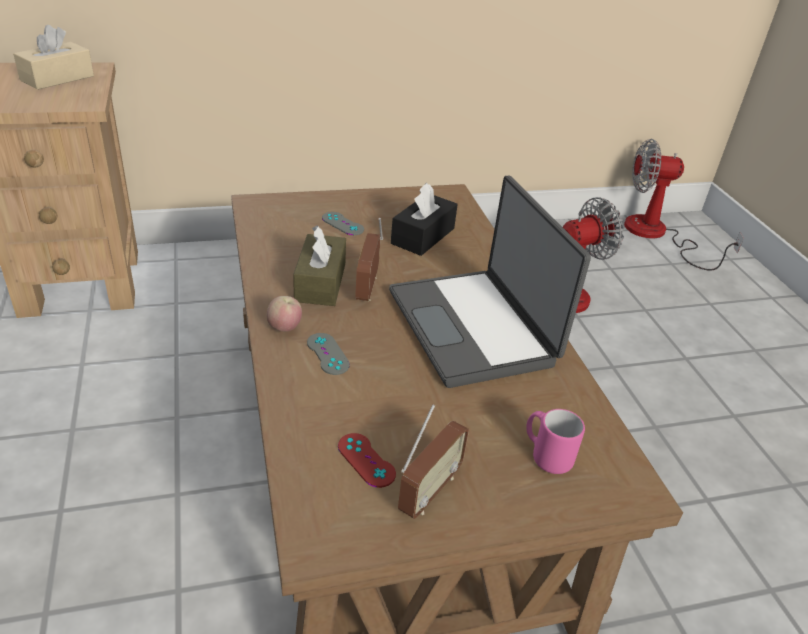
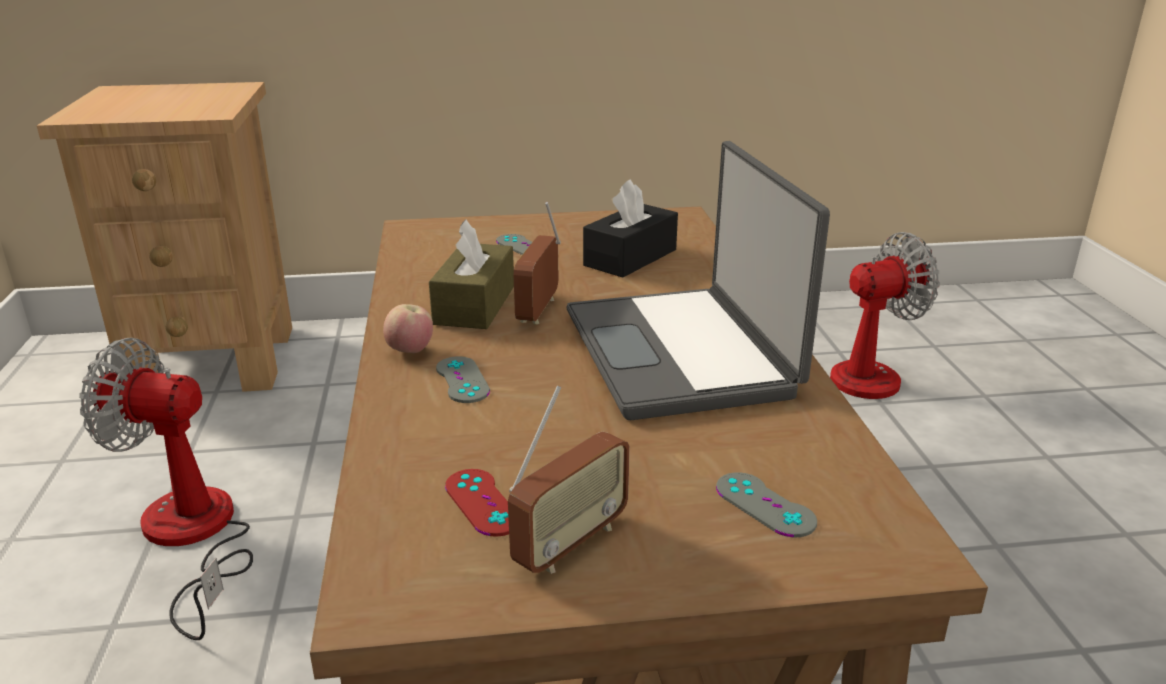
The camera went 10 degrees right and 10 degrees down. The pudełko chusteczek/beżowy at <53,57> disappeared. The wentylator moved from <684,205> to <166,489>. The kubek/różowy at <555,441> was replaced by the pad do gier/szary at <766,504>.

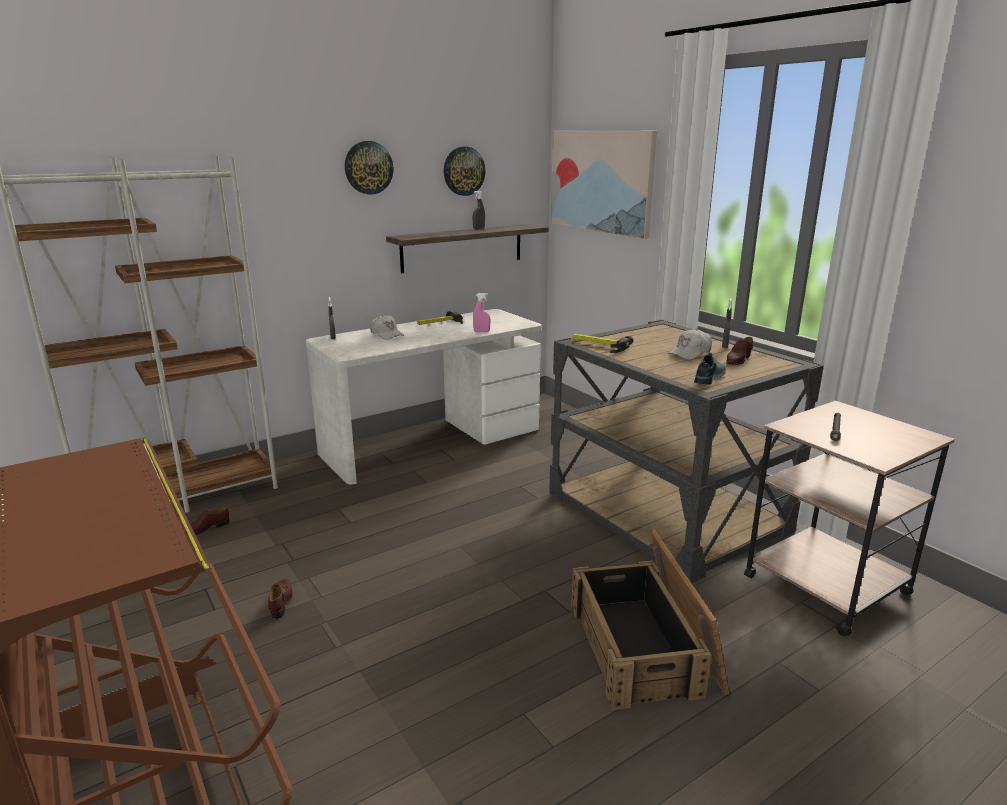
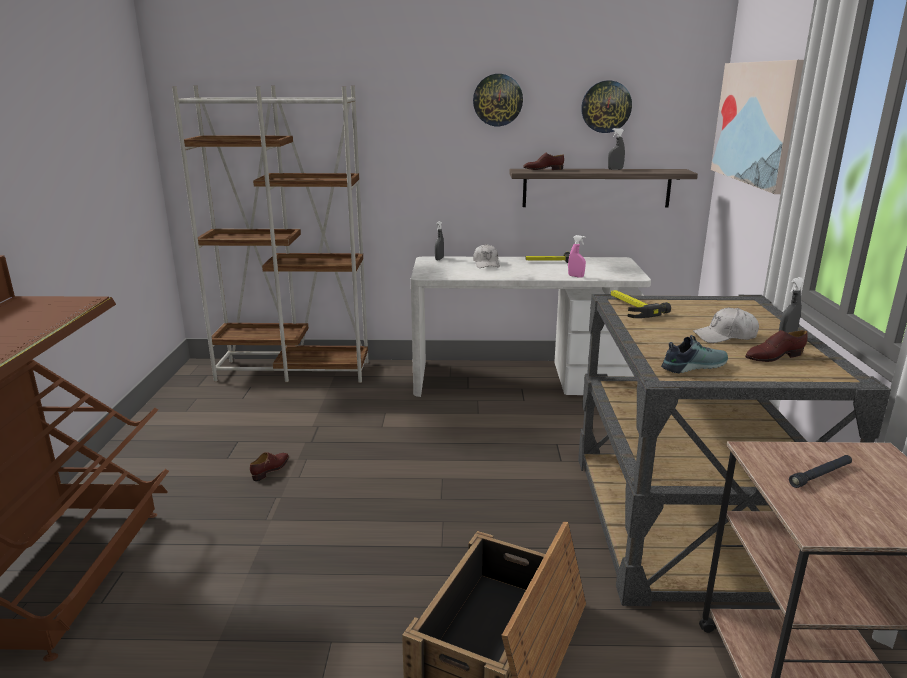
The camera went 35 degrees right and 0 degrees up. The but/brązowy moved from <206,521> to <543,161>.

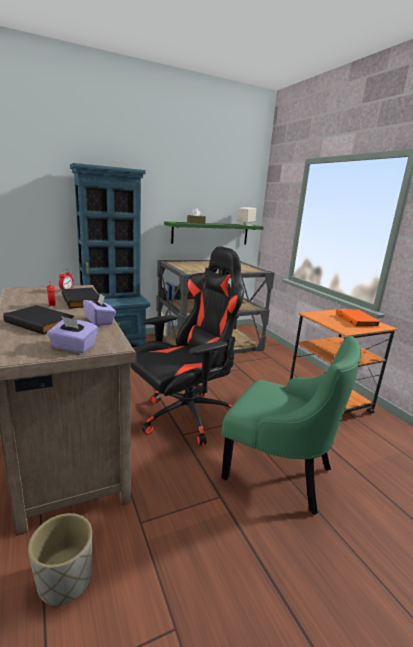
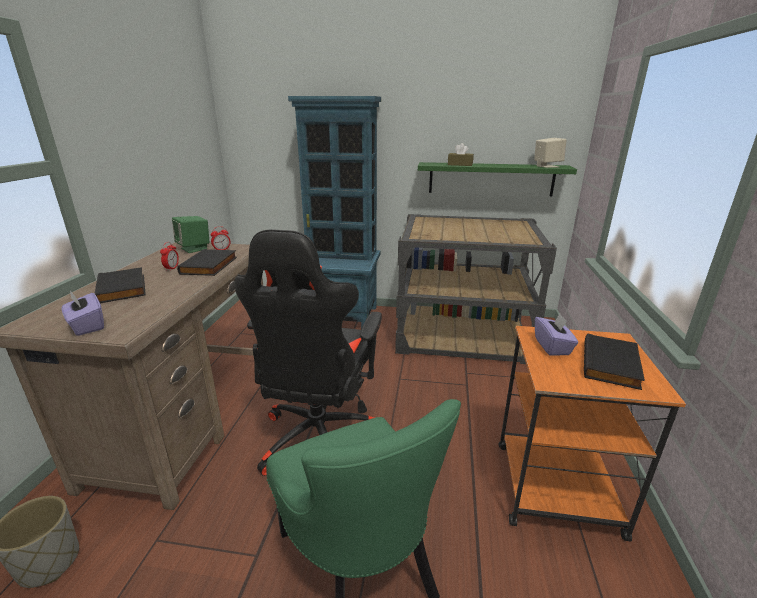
The camera went 35 degrees right and 5 degrees up. The krzesło biurowe/czarny at <187,345> turned 105 degrees clockwise. The pudełko chusteczek/fioletowy moved from <99,309> to <556,334>. The książka/pomarańczowy at <358,318> became the książka/czarny at <614,362>. The głośnik/zielony at <190,234> appeared.

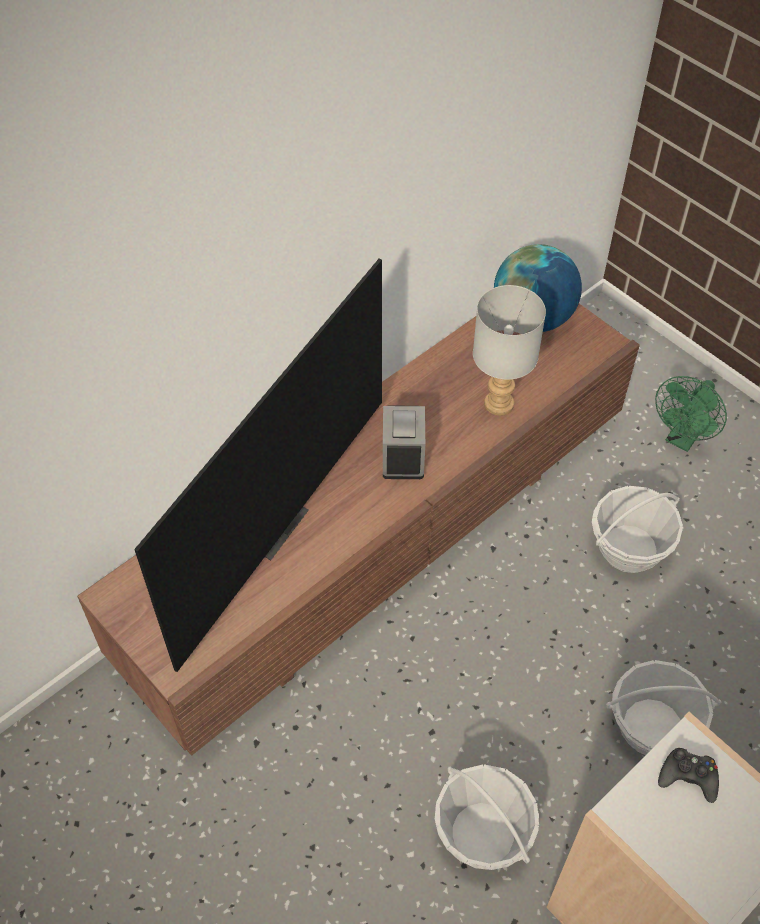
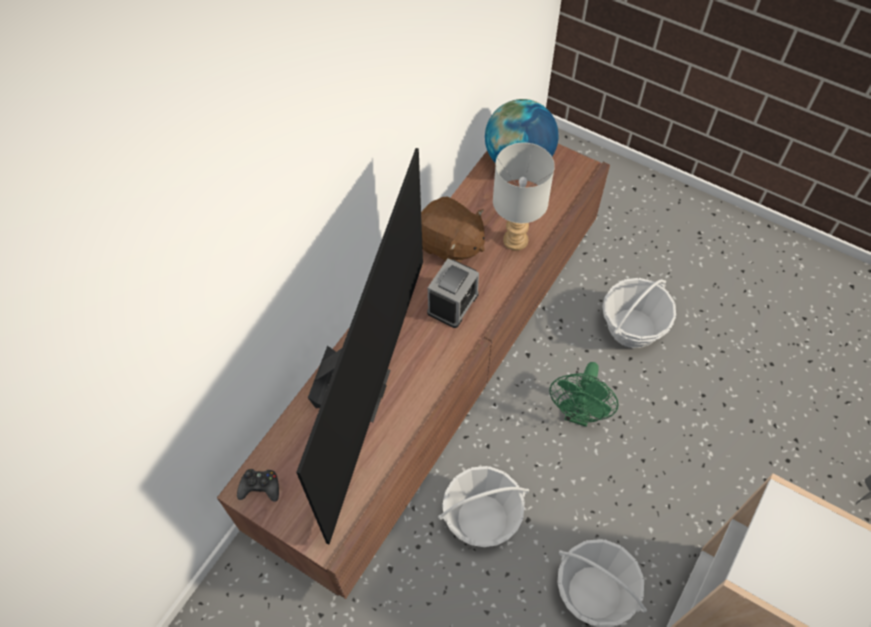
The camera went 15 degrees left and 5 degrees up. The wentylator/zielony moved from <691,414> to <584,394>. The budzik at <404,442> turned 45 degrees clockwise. The koszyk moved from <663,707> to <483,506>. The pad do gier/czarny moved from <688,775> to <258,485>. The pluszak/brązowy at <453,230> appeared.

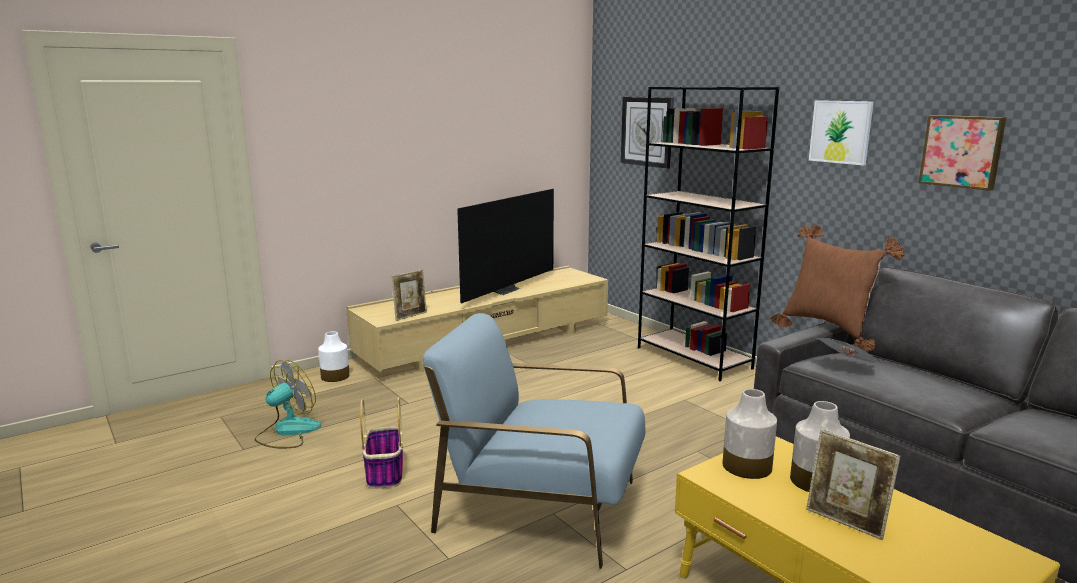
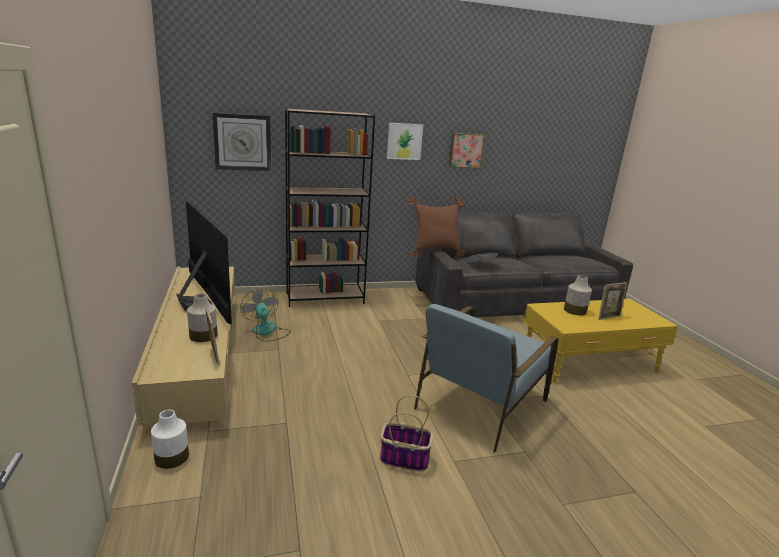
The camera went 70 degrees left and 5 degrees up. The wentylator moved from <288,404> to <265,315>. The wazon/beżowy moved from <749,434> to <202,318>.

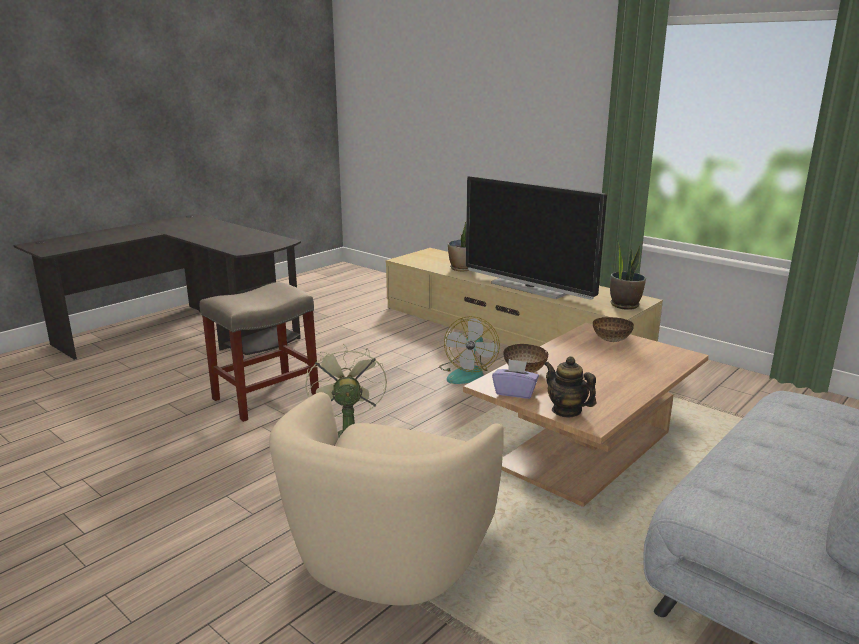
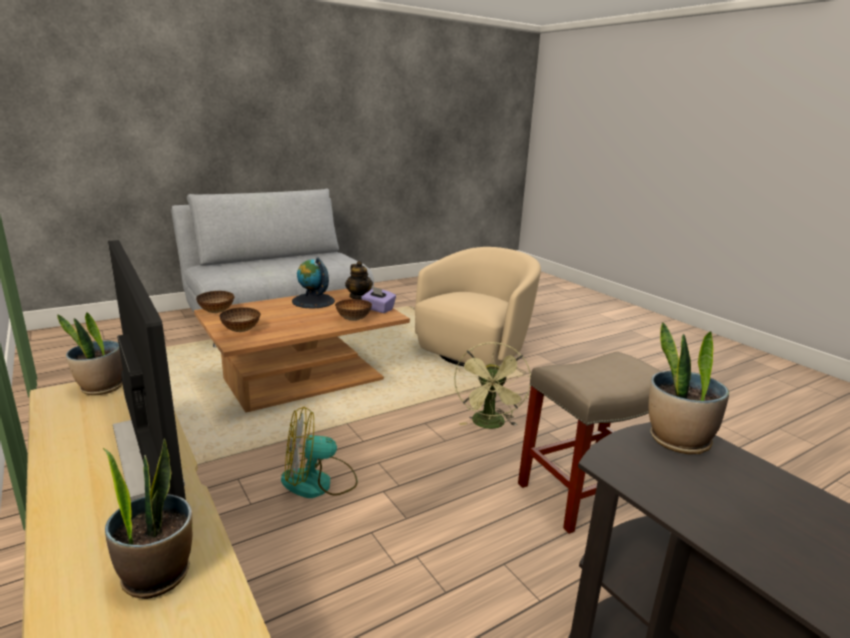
The camera went 165 degrees left and 0 degrees up. The wentylator at <469,350> turned 135 degrees counterclockwise. The globus at <313,283> appeared. The miska at <215,302> appeared. The roślina doniczkowa at <689,388> appeared.

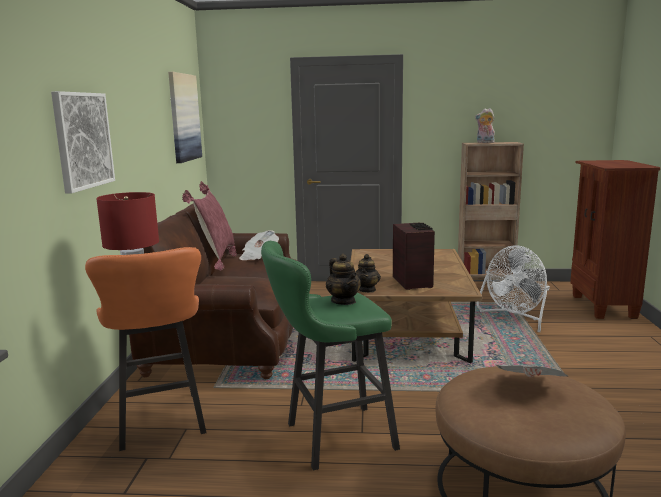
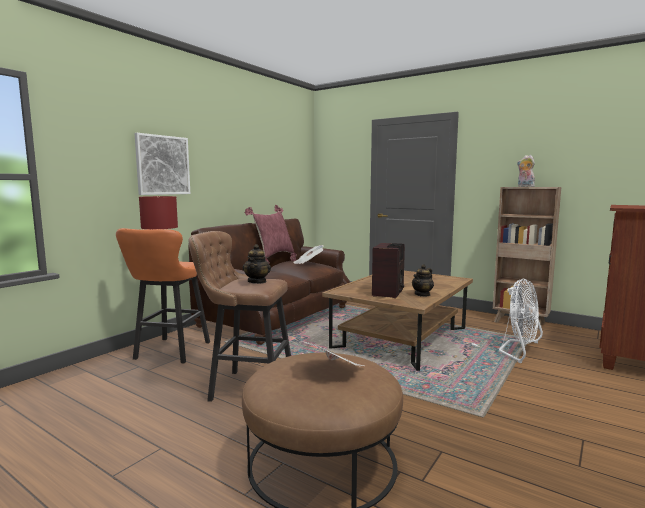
The camera went 30 degrees right and 5 degrees down. The obraz at <185,117> disappeared. The stołek/zielony at <330,356> became the stołek/brązowy at <239,316>. The wentylator/biały at <513,288> turned 135 degrees counterclockwise. The imbryk moved from <368,273> to <423,280>.

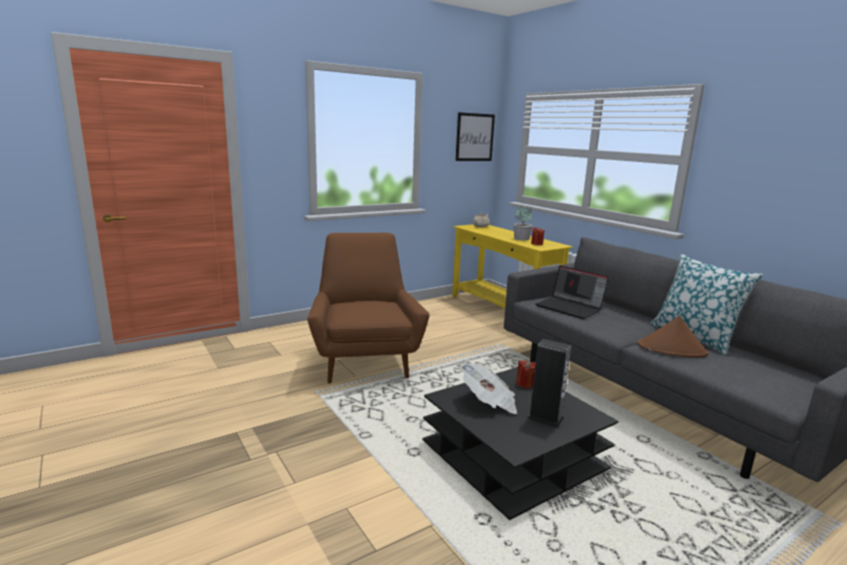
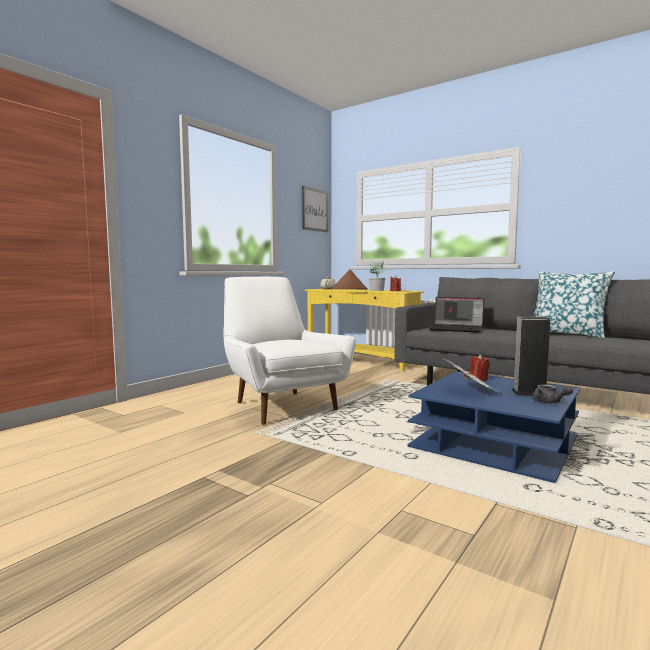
The camera went 20 degrees left and 10 degrees down. The fotel/brązowy at <368,308> became the fotel/biały at <289,351>. The kapelusz/brązowy moved from <673,337> to <349,279>. The ława/czarny at <520,443> became the ława/niebieski at <494,427>. The imbryk/szary at <552,394> appeared.

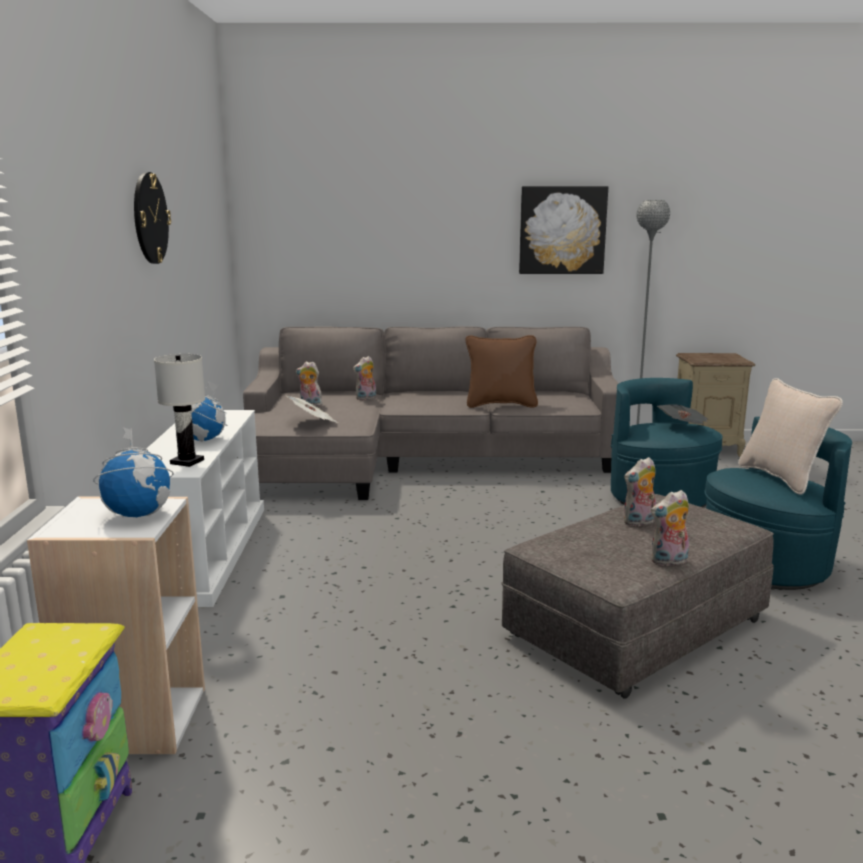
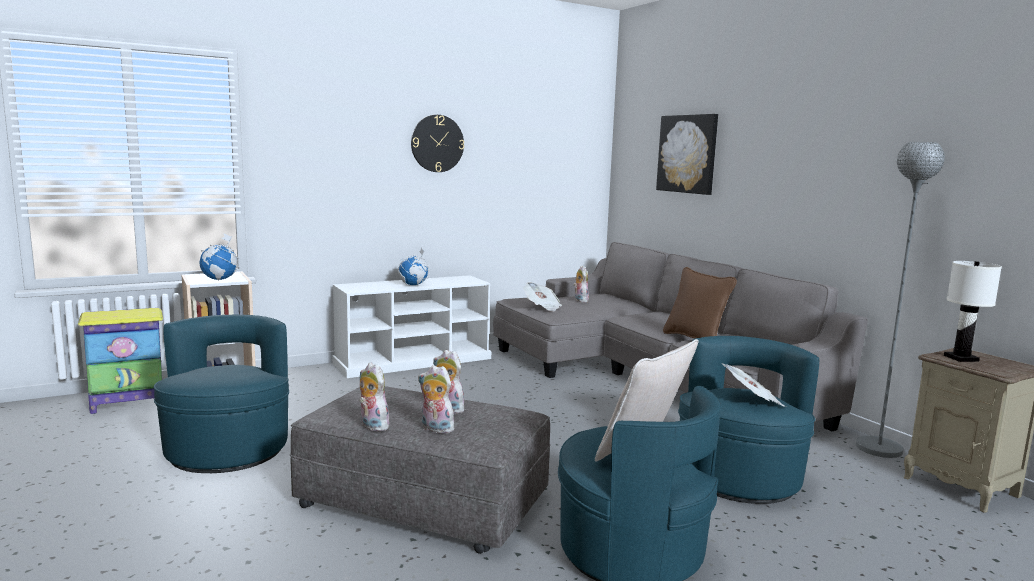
The camera went 60 degrees right and 5 degrees down. The obraz moved from <563,230> to <687,154>. The lampa stołowa/biały moved from <179,410> to <973,311>. The pluszak moved from <364,378> to <436,399>. The fotel/turkusowy at <221,394> appeared.

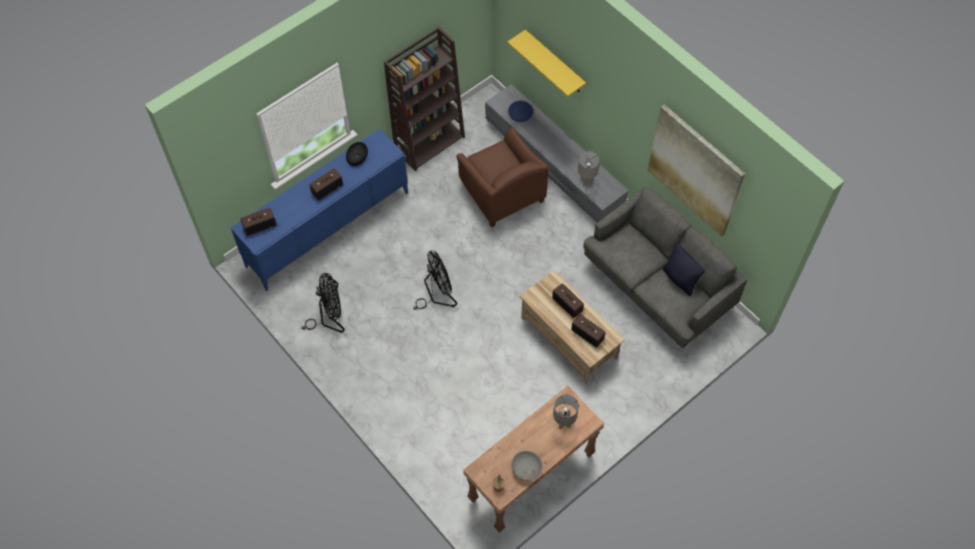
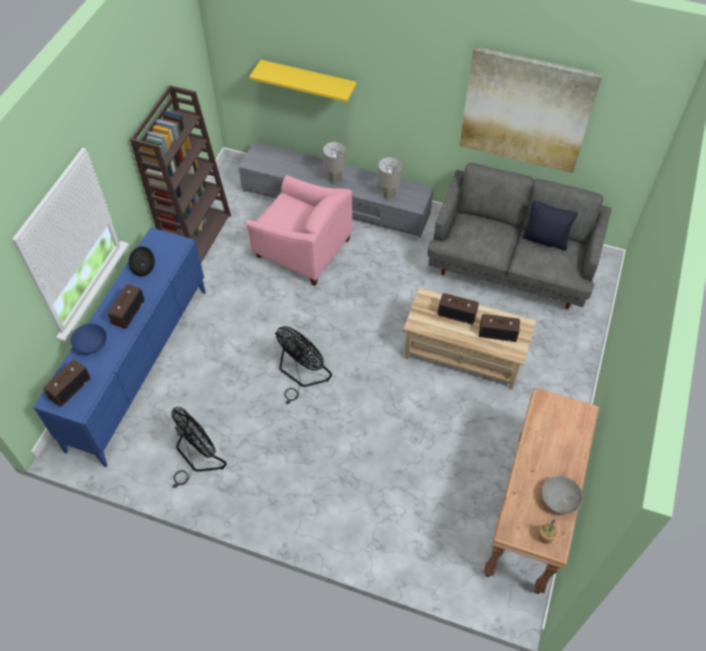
The camera went 30 degrees left and 5 degrees down. The miska/niebieski moved from <520,111> to <88,339>. The fotel/brązowy at <502,178> became the fotel/różowy at <299,230>. The lampa stołowa/szary moved from <566,412> to <334,163>.

